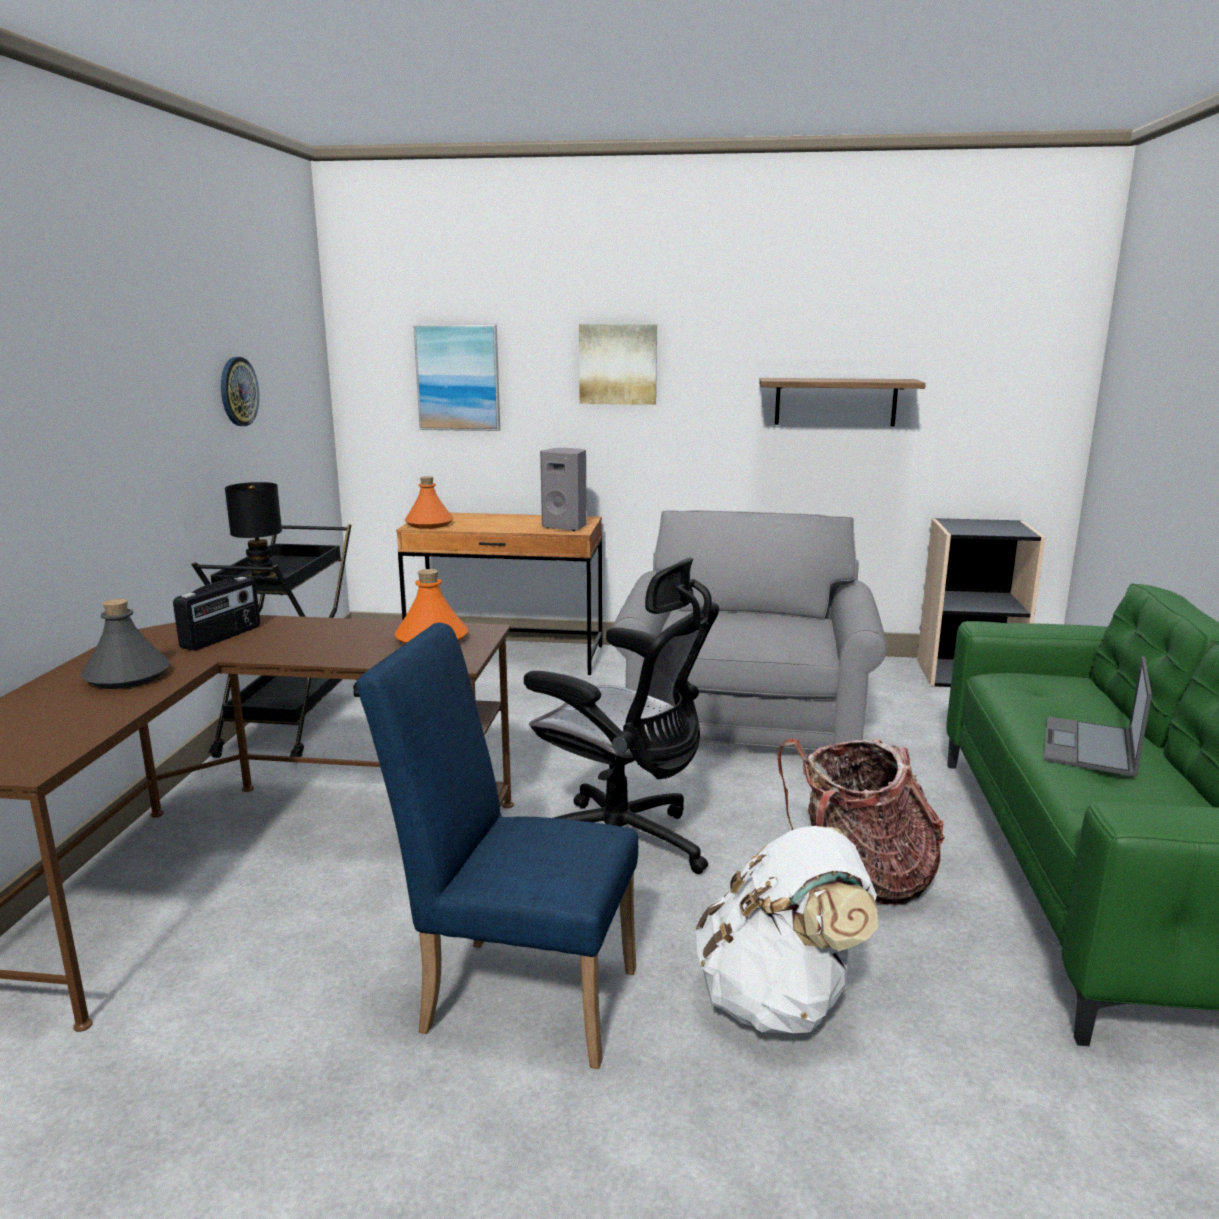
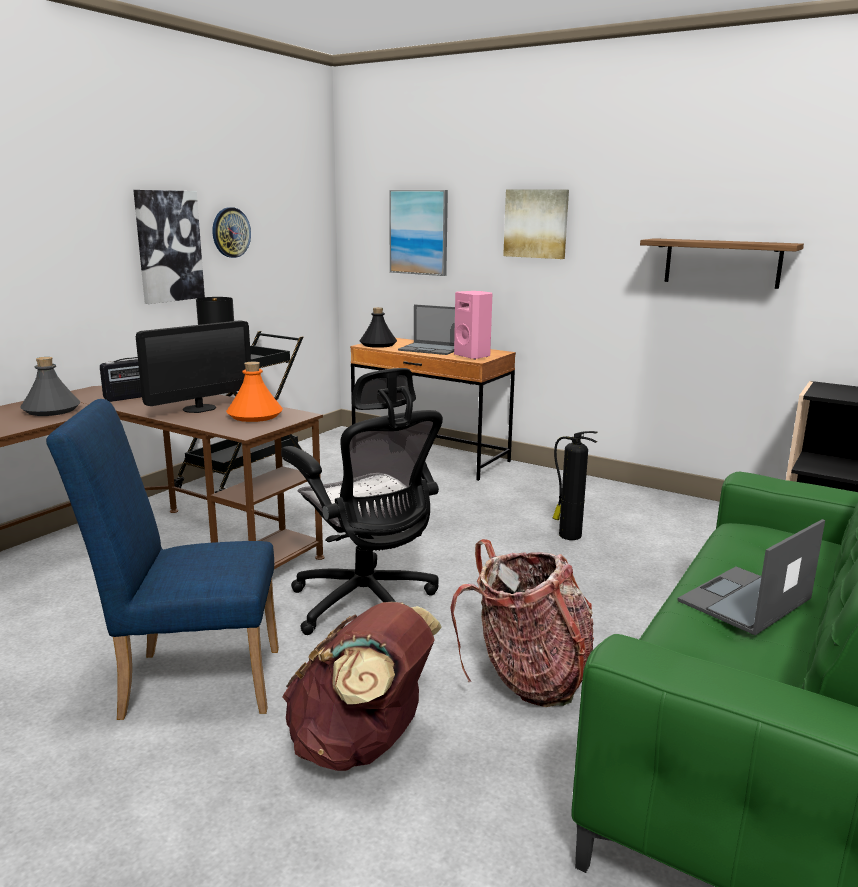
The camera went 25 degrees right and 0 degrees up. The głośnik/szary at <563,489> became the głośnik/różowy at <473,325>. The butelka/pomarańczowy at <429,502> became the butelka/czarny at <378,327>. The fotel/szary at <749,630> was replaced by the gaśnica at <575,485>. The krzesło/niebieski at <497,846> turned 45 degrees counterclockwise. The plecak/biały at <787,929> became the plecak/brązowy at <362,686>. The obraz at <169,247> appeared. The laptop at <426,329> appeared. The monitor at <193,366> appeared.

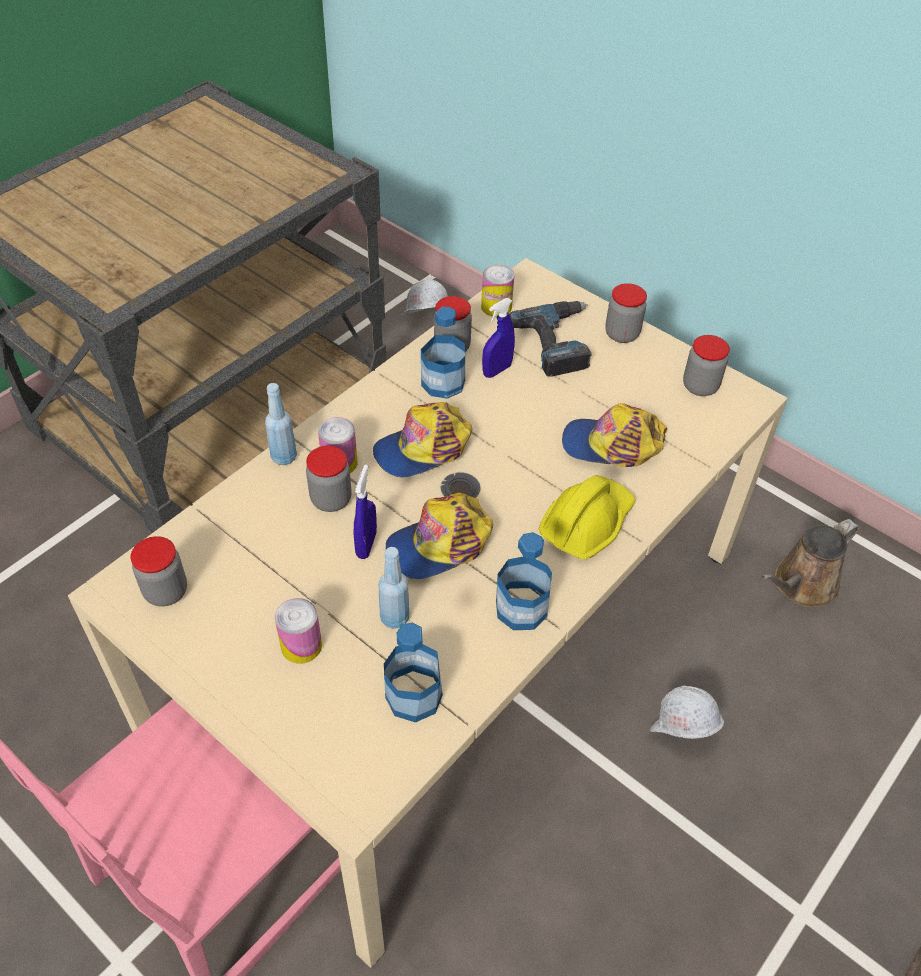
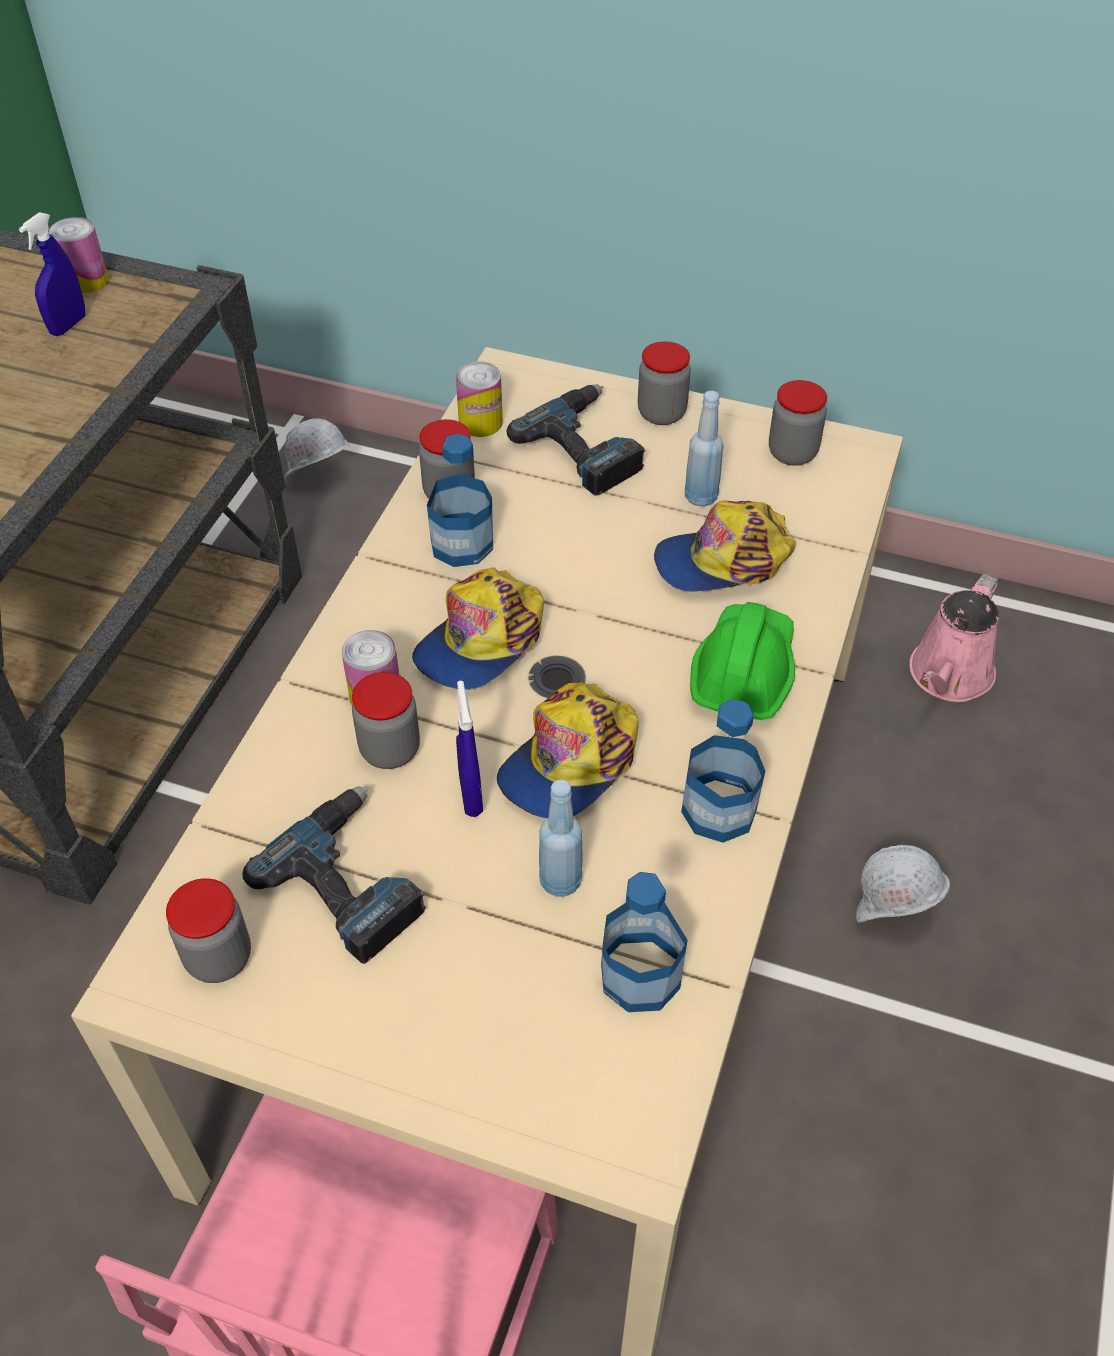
The camera went 20 degrees left and 0 degrees up. The spryskiwacz/niebieski moved from <498,338> to <52,274>. The butelka/niebieski moved from <281,424> to <704,448>. The kask/żółty at <587,517> became the kask/zielony at <742,661>. The konewka/brązowy at <810,563> became the konewka/różowy at <954,638>. The puszka moved from <298,631> to <79,255>. The wiertarka at <334,875> appeared.

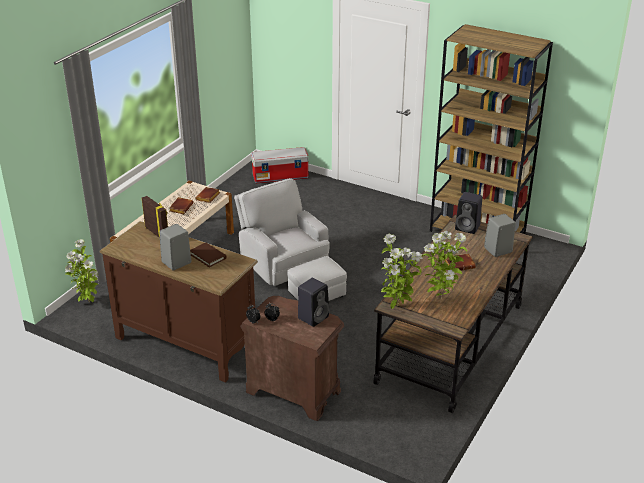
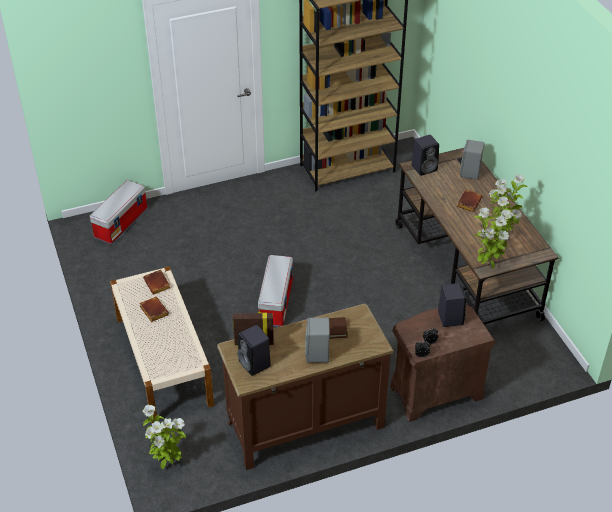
The camera went 50 degrees left and 10 degrees up. The fotel/biały at <290,239> was replaced by the pojemnik do przechowywania at <275,291>. The głośnik/czarny at <254,350> appeared.

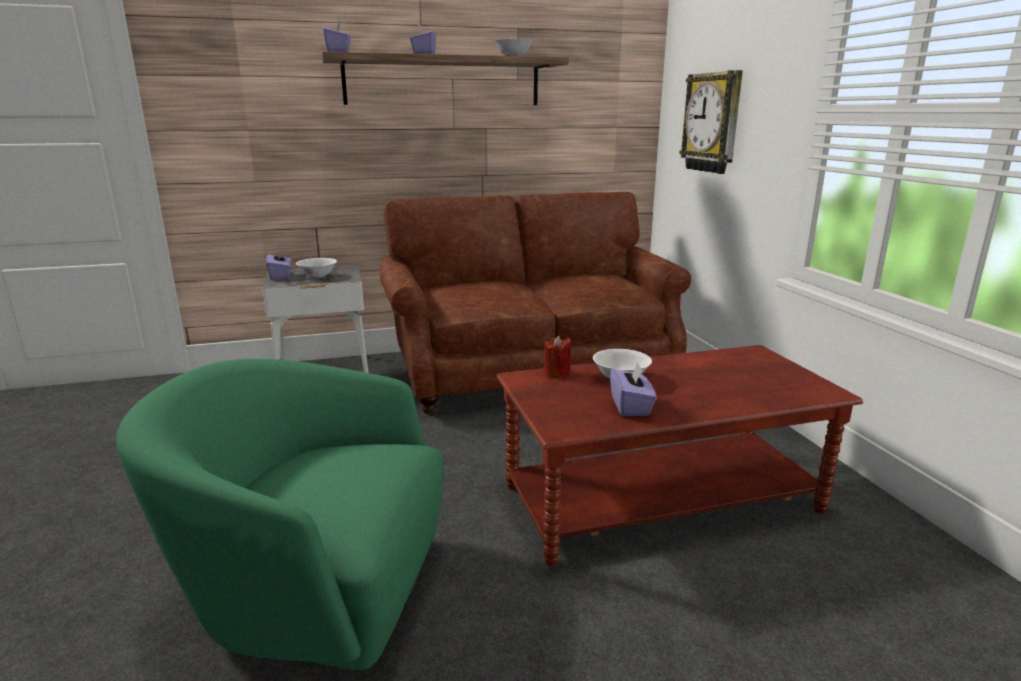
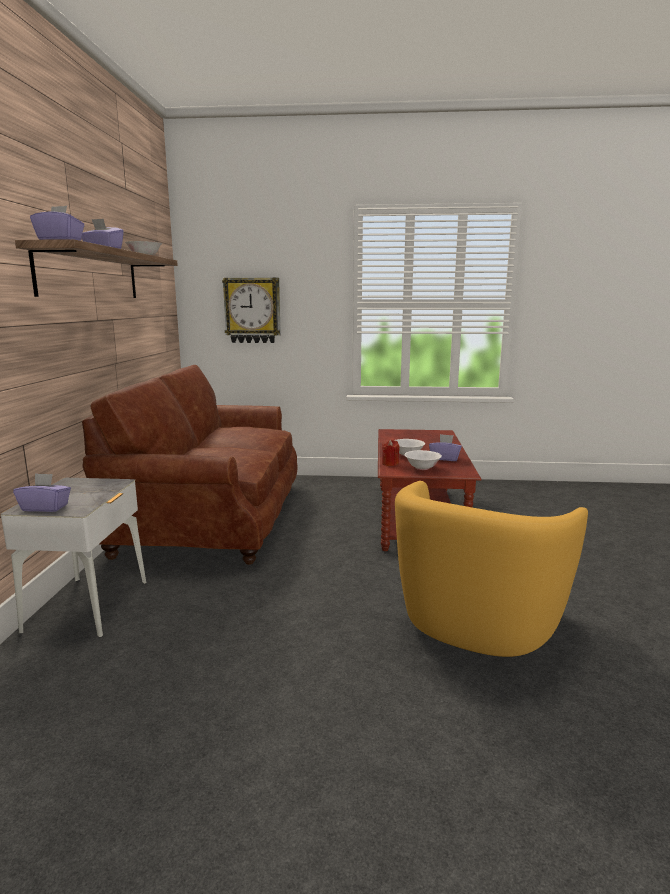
The camera went 70 degrees left and 5 degrees down. The miska/biały moved from <316,268> to <423,460>. The fotel/zielony at <280,514> became the fotel/żółty at <491,569>.

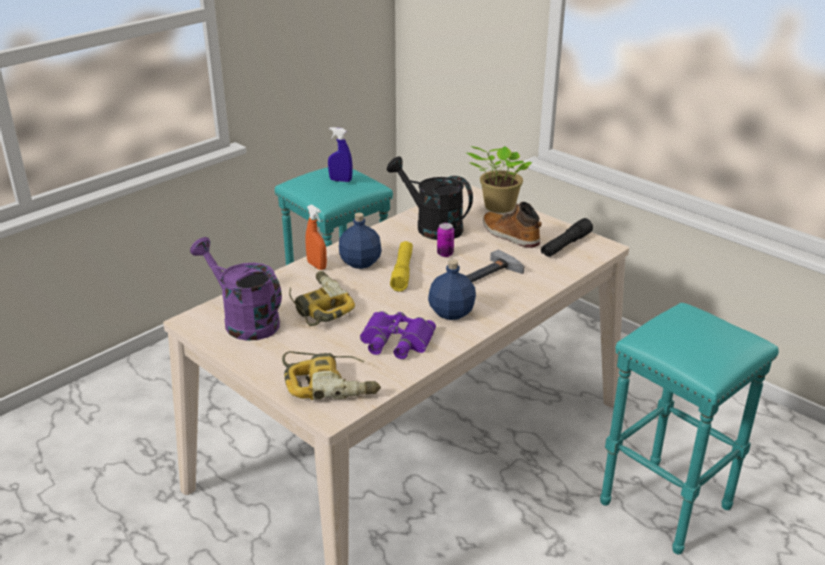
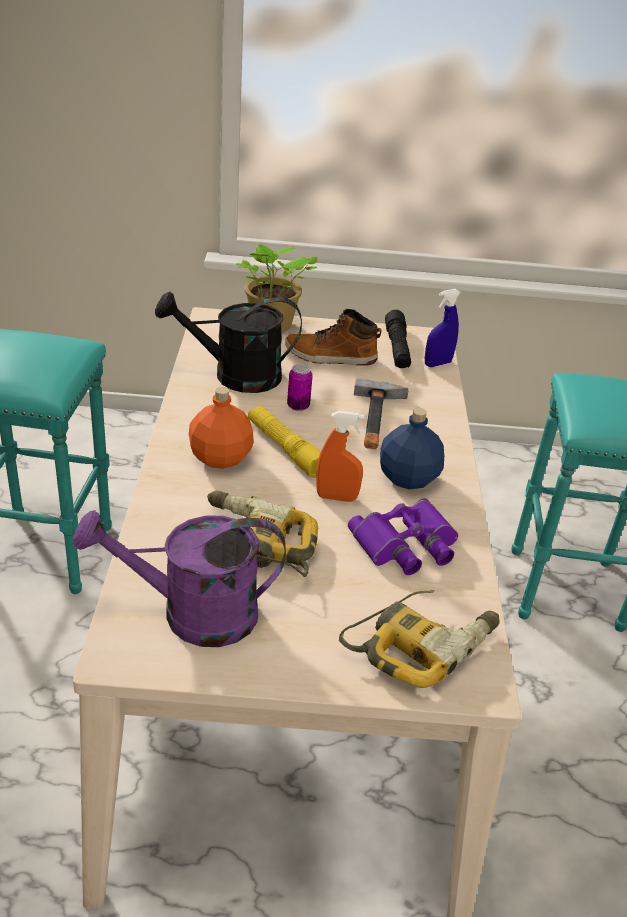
The camera went 45 degrees left and 5 degrees up. The spryskiwacz/niebieski moved from <340,154> to <443,328>. The spryskiwacz/pomarańczowy moved from <316,237> to <340,456>. The butelka/niebieski at <360,241> became the butelka/pomarańczowy at <221,428>.

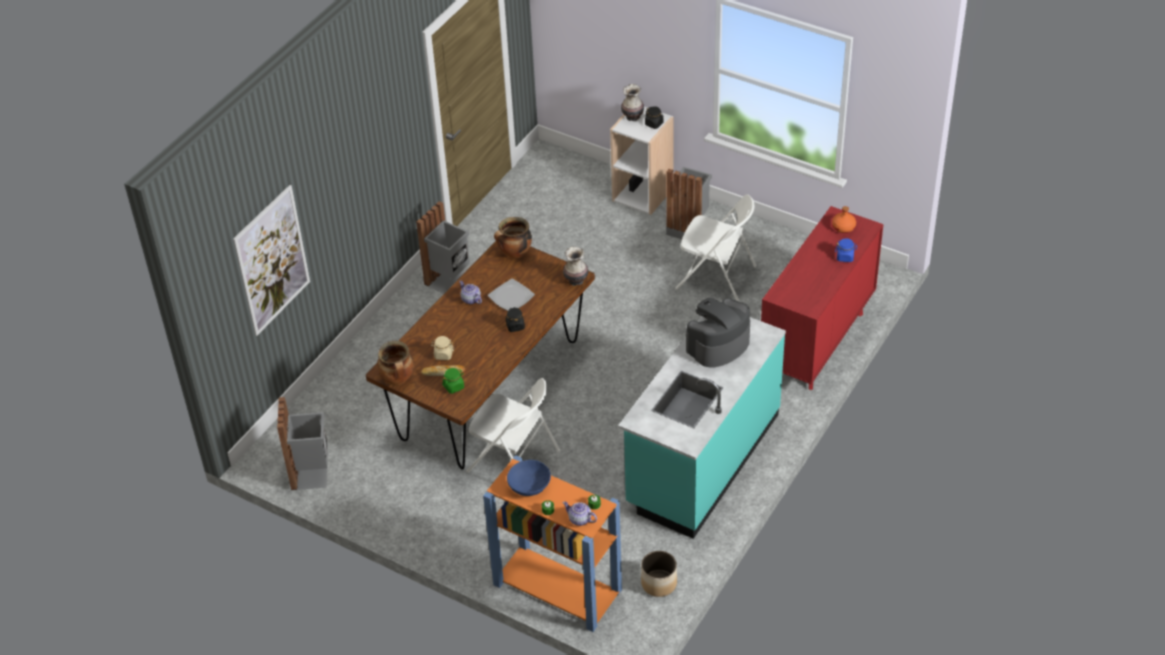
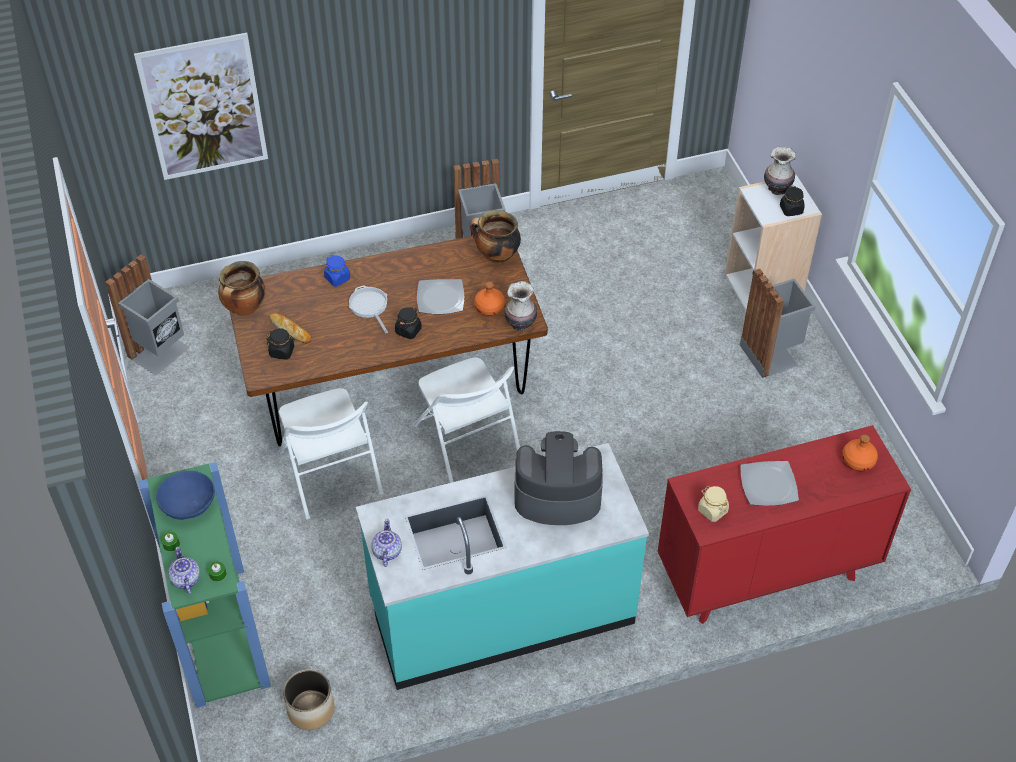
The camera went 40 degrees right and 5 degrees up. The krzesło/biały moved from <716,248> to <466,420>. The słoik/niebieski moved from <846,250> to <337,271>. The imbryk moved from <470,292> to <386,543>. The słoik/beżowy moved from <443,348> to <713,504>. The słoik/zielony at <453,381> became the słoik/czarny at <281,344>. The regał/pomarańczowy at <552,543> became the regał/zielony at <205,585>. The butelka/pomarańczowy at <489,299> appeared. The patelnia at <368,309> appeared. The talerz at <769,483> appeared.

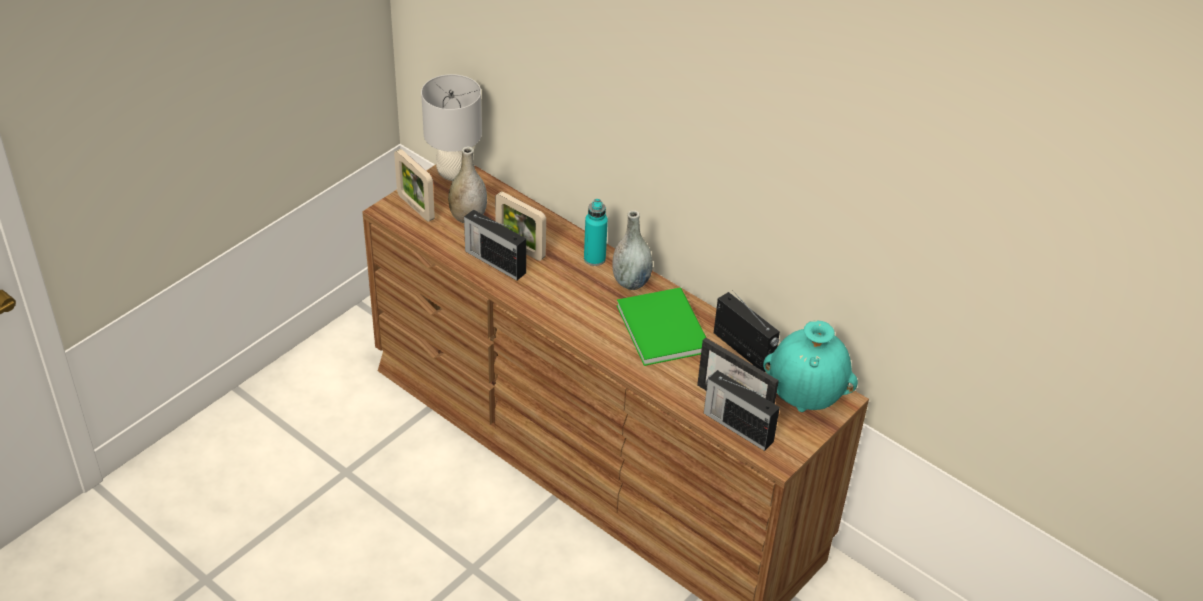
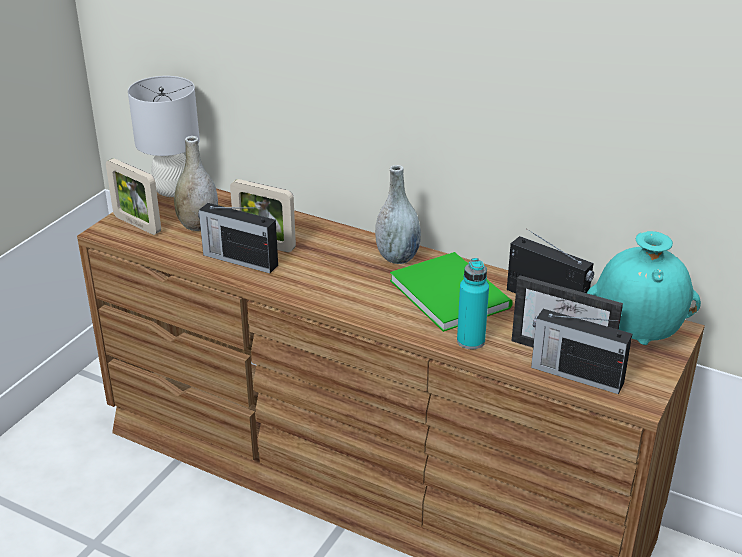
The camera went 10 degrees left and 10 degrees down. The butelka/turkusowy moved from <596,232> to <473,304>.

